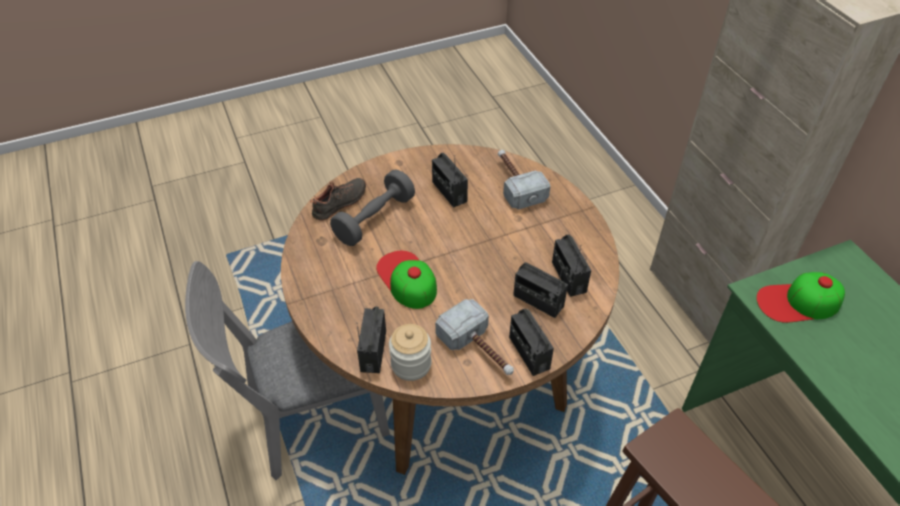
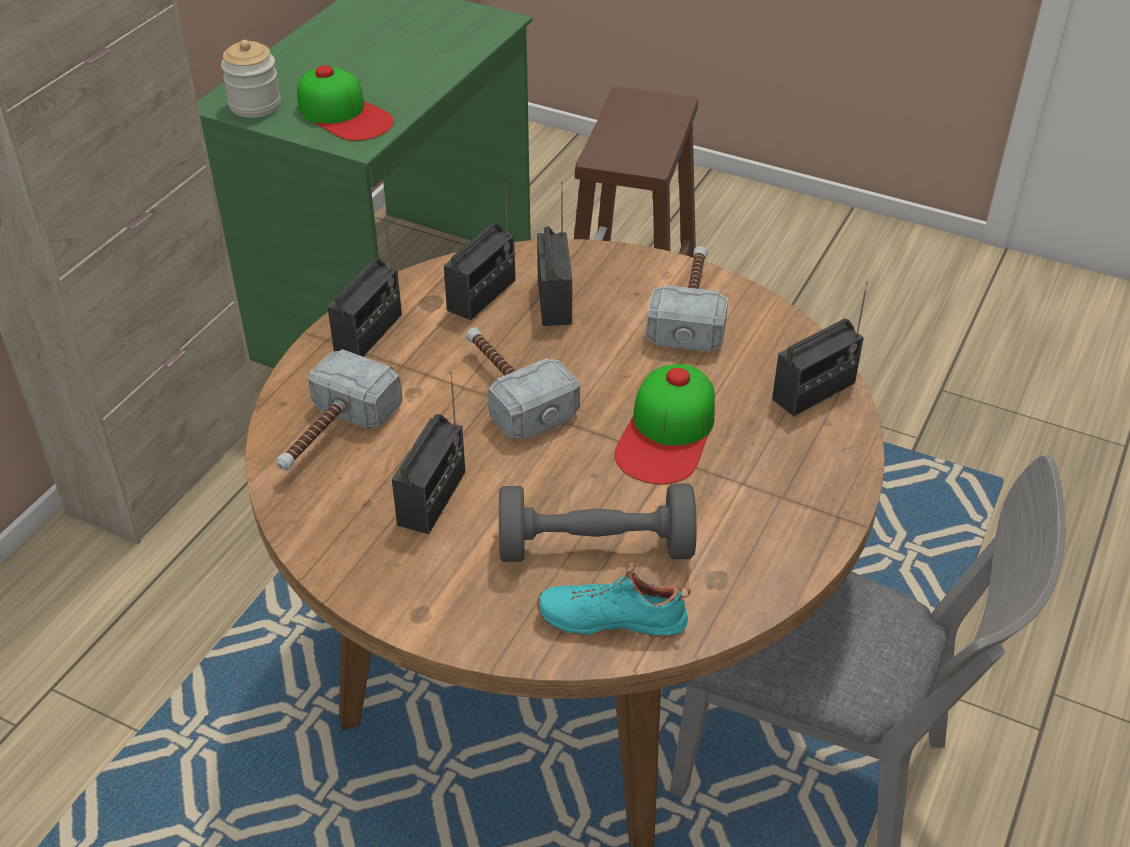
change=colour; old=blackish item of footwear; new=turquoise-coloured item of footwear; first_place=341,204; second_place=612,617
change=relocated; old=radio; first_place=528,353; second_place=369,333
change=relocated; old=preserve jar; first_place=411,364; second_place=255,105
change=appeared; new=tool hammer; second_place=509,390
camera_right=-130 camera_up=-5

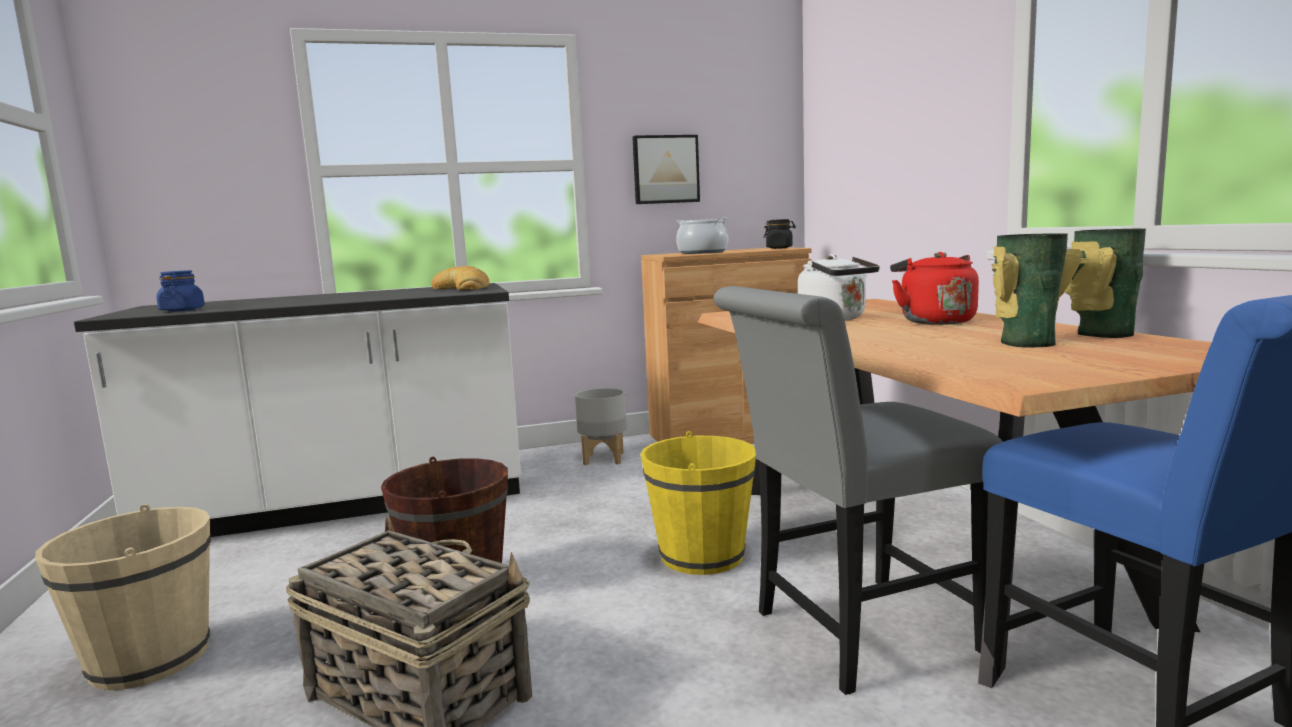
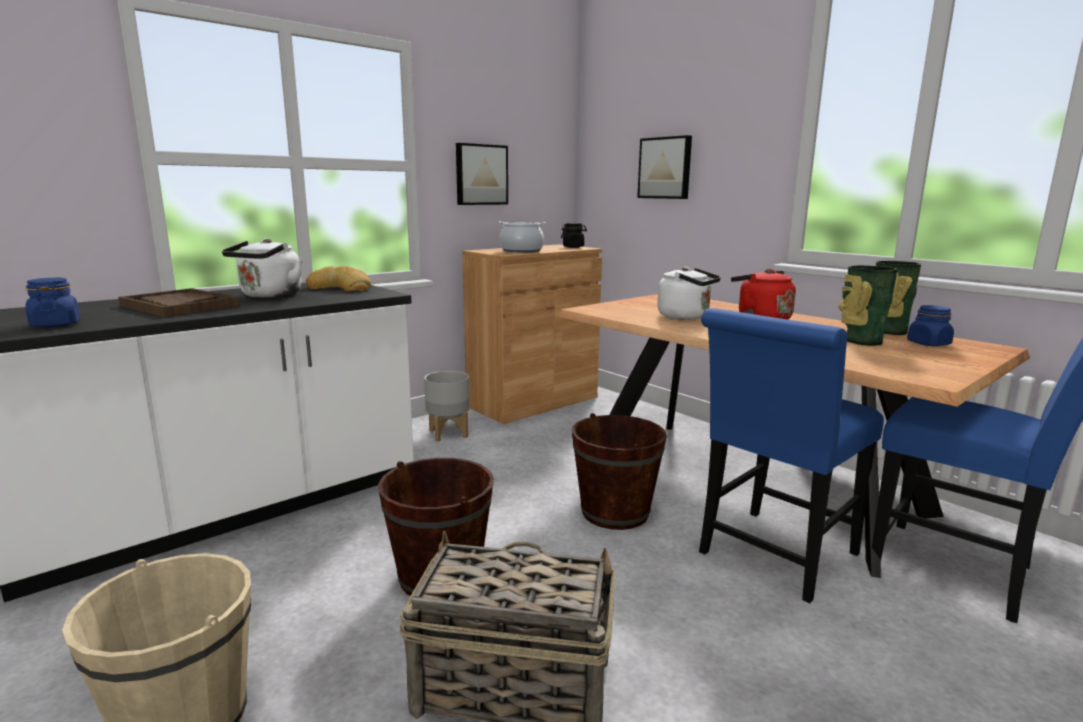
change=colour; old=greyish chair; new=blue chair; first_place=852,635; second_place=772,557
change=colour; old=yellow pail; new=brown pail; first_place=702,555; second_place=615,512
change=appeared; new=picture; second_place=665,168
change=appeared; new=white kettle; second_place=269,296
change=appeared; new=brown carrying tray; second_place=179,305
change=appeared; new=blue preserve jar; second_place=928,344
camera_right=-25 camera_up=5

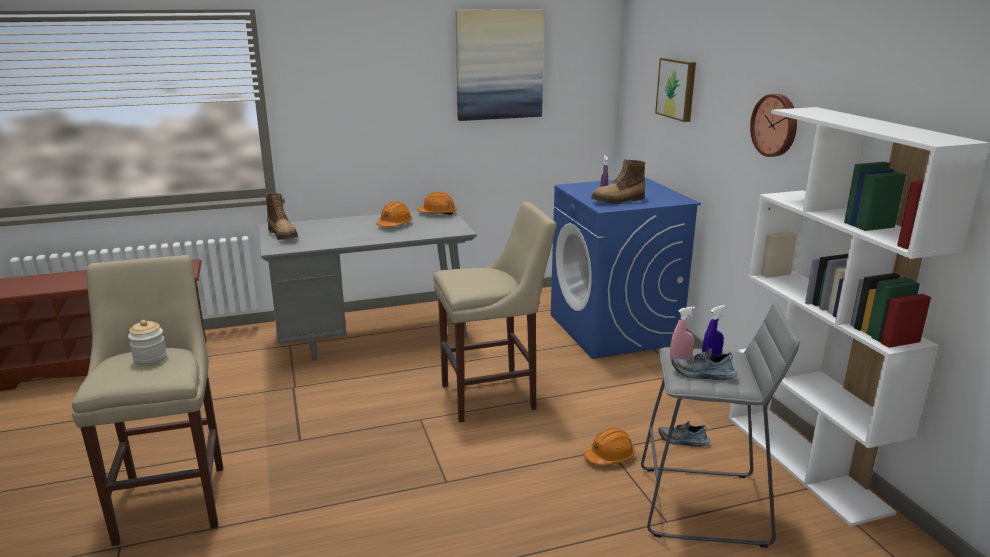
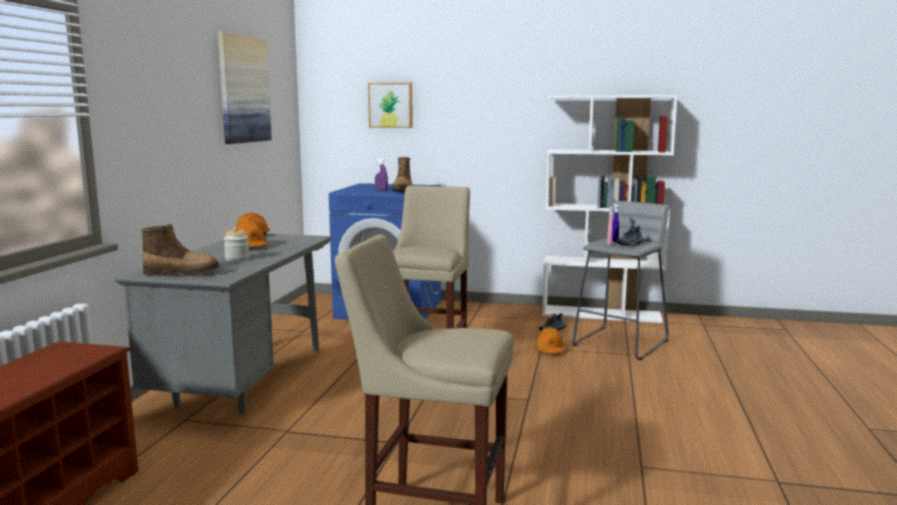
change=missing; old=wall clock; first_place=776,125
change=relocated; old=preserve jar; first_place=150,358; second_place=237,259
camera_right=-60 camera_up=-10

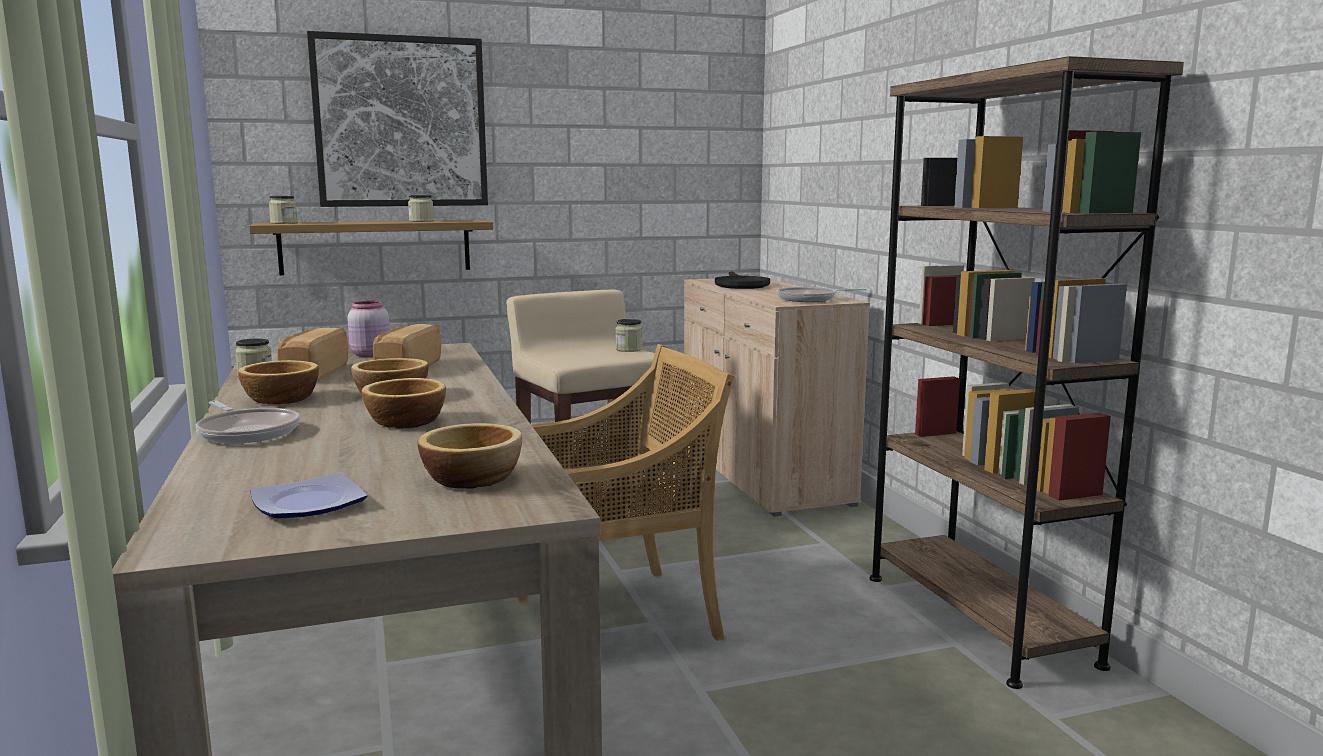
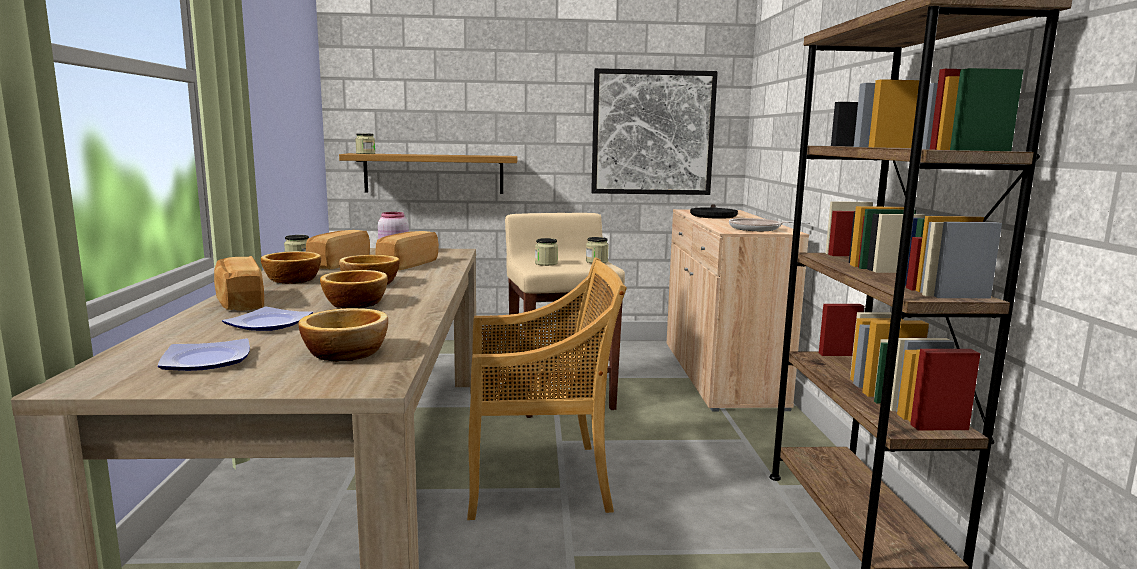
change=relocated; old=picture; first_place=401,122; second_place=652,133
change=relocated; old=preserve jar; first_place=421,221; second_place=546,263
change=exchanged; old=frying pan; new=baked bread; first_place=247,432; second_place=239,302
change=appeared; new=dinner plate; second_place=269,323
camera_right=15 camera_up=0

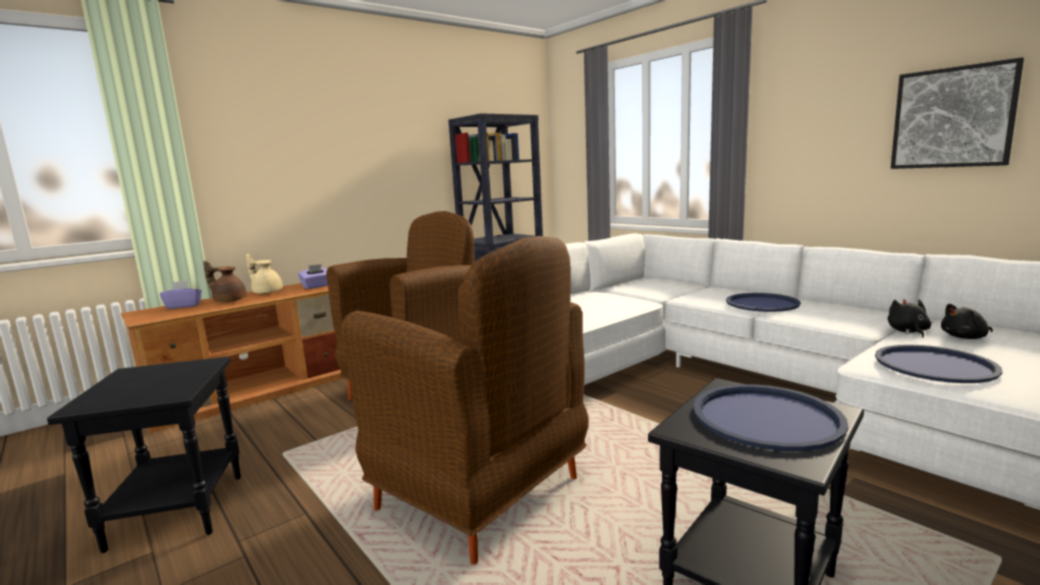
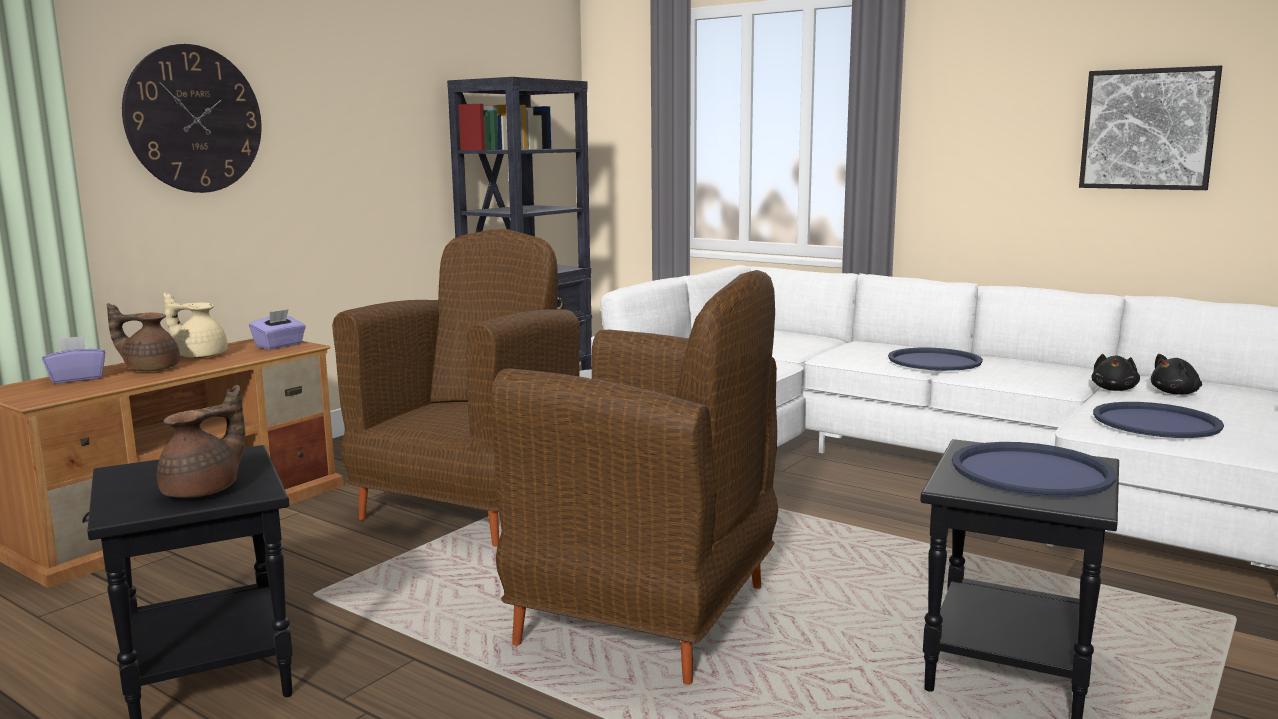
change=spun; old=blackish plush toy; first_place=908,332; second_place=1114,389; degrees=-150
change=appeared; new=wall clock; second_place=194,119
change=appeared; new=brown pot for tea; second_place=205,491
camera_right=-15 camera_up=0

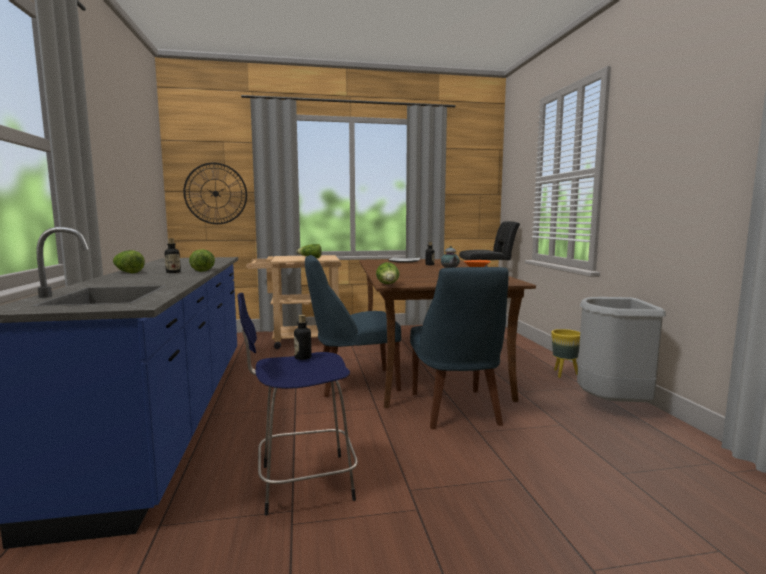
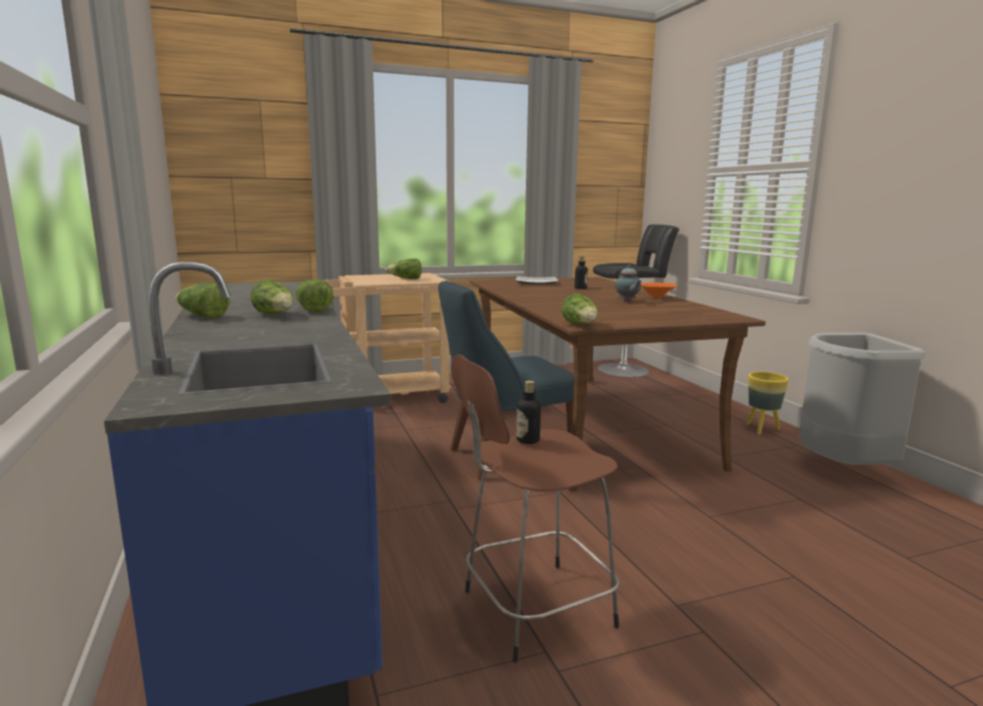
change=missing; old=wall clock; first_place=215,193
change=exchanged; old=bottle; new=head of lettuce; first_place=173,272; second_place=275,315
change=missing; old=blue chair; first_place=456,410
change=colour; old=blue stool seat; new=brown stool seat; first_place=302,483; second_place=533,610
camera_right=-10 camera_up=5

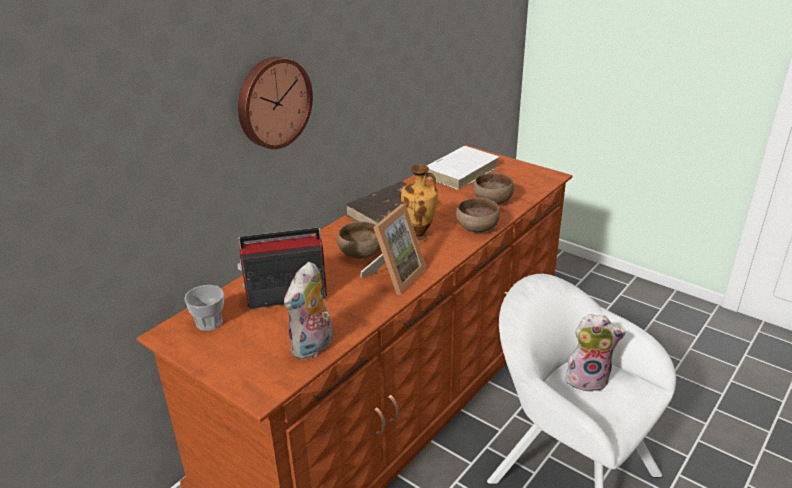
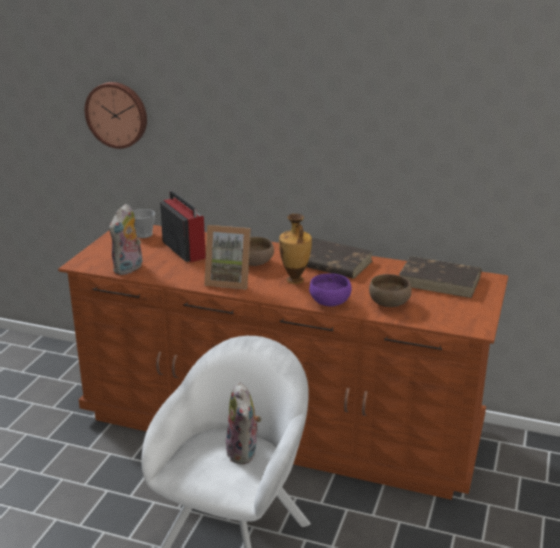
change=relocated; old=wall clock; first_place=272,102; second_place=117,114
change=colour; old=white volume; new=brown volume; first_place=460,171; second_place=440,280
change=colour; old=brown serving bowl; new=purplish serving bowl; first_place=476,228; second_place=329,302
change=spun; old=plush toy; first_place=313,348; second_place=129,269; degrees=-75
camera_right=70 camera_up=-5

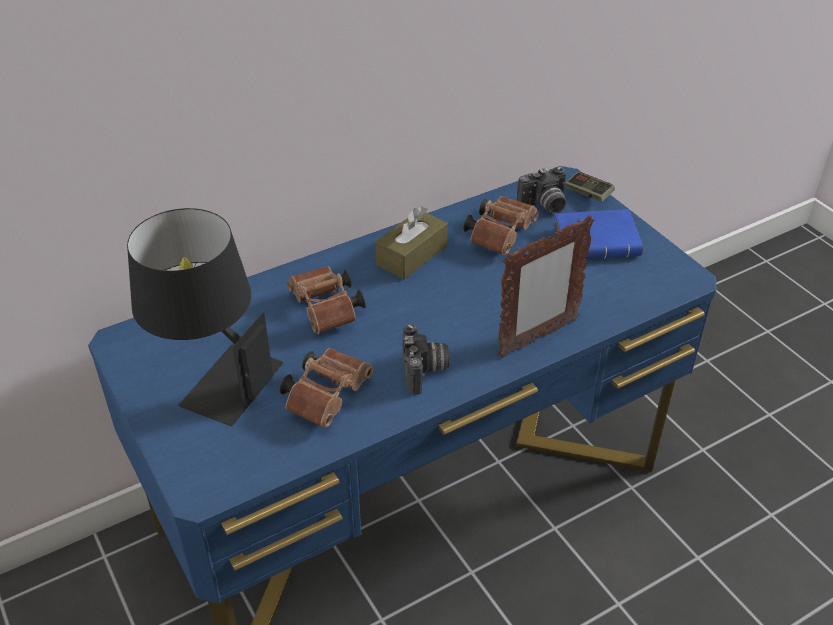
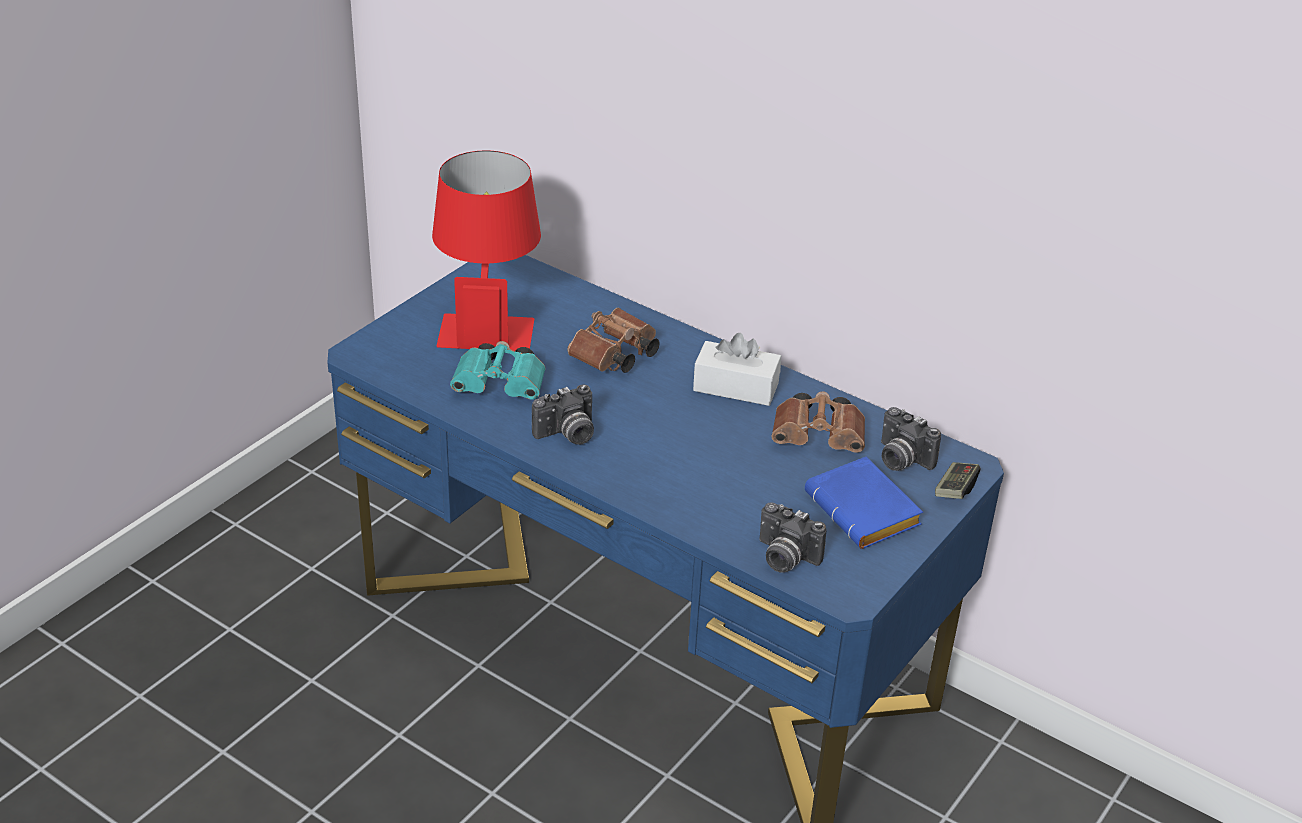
change=colour; old=brown tissue box; new=white tissue box; first_place=411,255; second_place=736,387
change=colour; old=blackish lamp for a table; new=reddish lamp for a table; first_place=213,377; second_place=487,320
change=missing; old=standing frame; first_place=537,338
change=colour; old=brown binoculars; new=turquoise-coloured binoculars; first_place=328,395; second_place=502,387
change=appeared; new=still camera; second_place=784,558
camera_right=65 camera_up=-5

